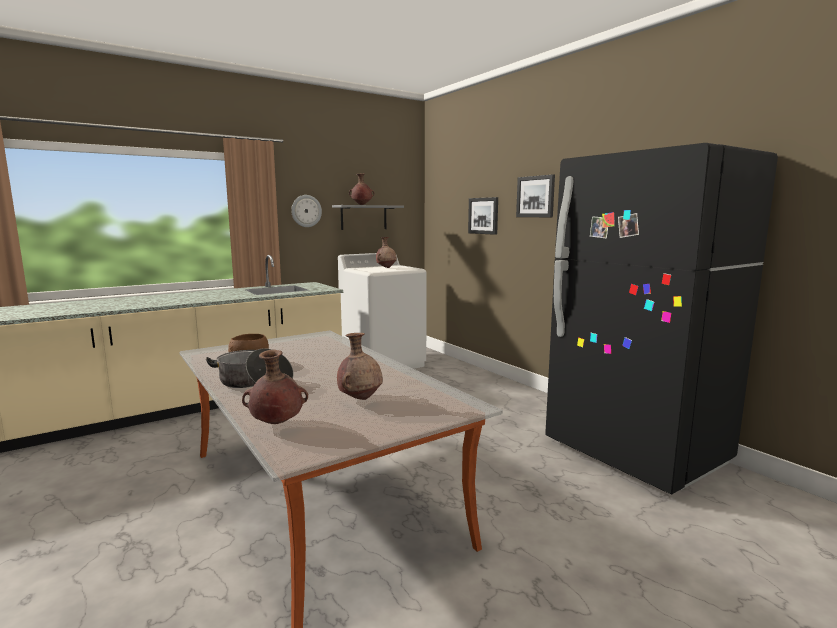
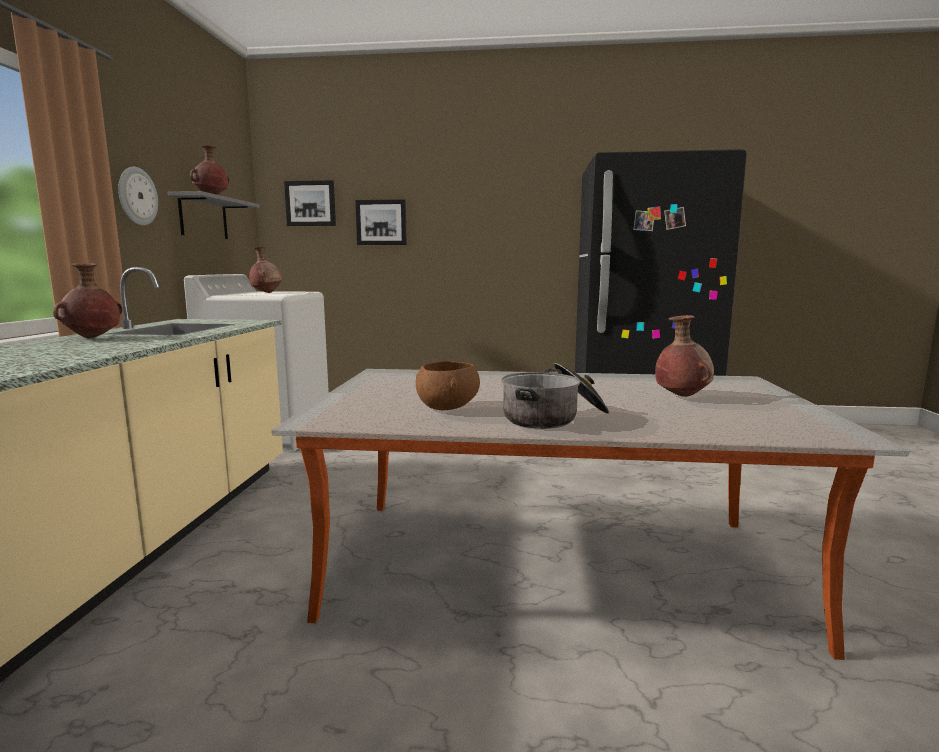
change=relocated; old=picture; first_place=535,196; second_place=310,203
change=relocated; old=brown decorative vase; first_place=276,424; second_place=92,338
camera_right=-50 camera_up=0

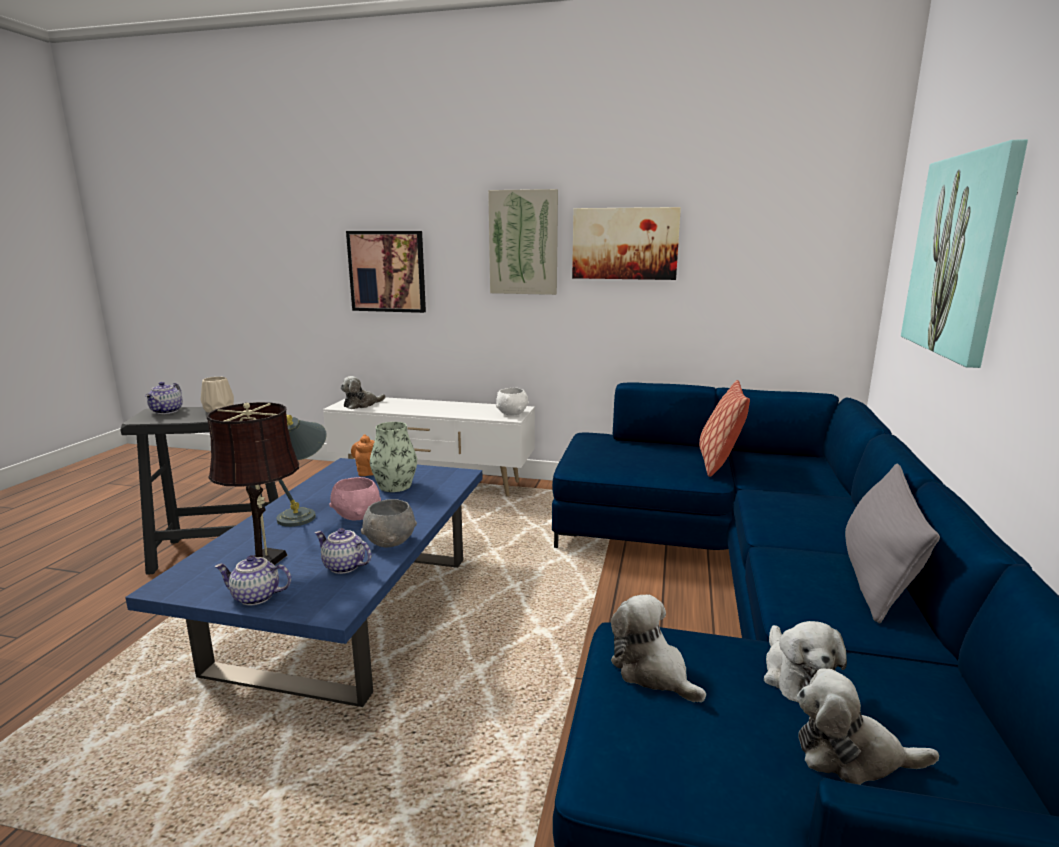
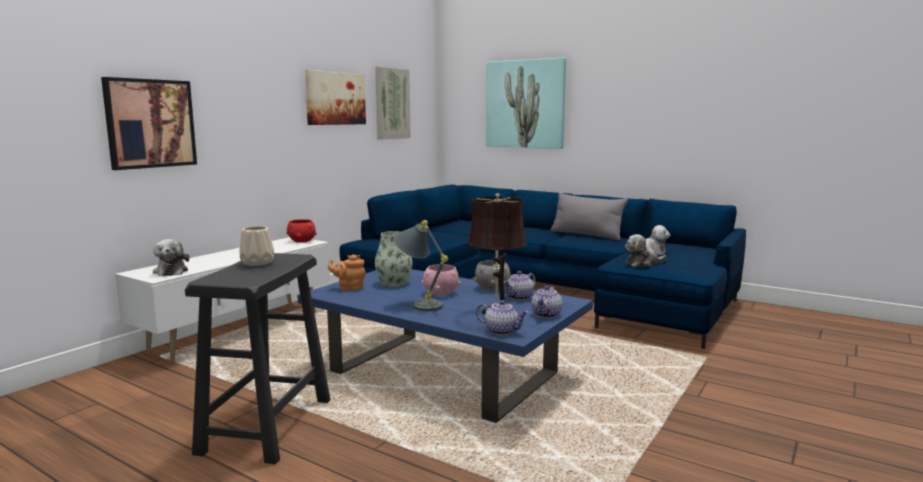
change=relocated; old=picture; first_place=523,242; second_place=391,103
change=missing; old=cushion; first_place=718,464
change=relocated; old=pot for tea; first_place=167,411; second_place=502,331
change=colour; old=white serving bowl; new=reddish serving bowl; first_place=512,413; second_place=302,241
change=missing; old=plush toy; first_place=851,755
camera_right=-70 camera_up=-5

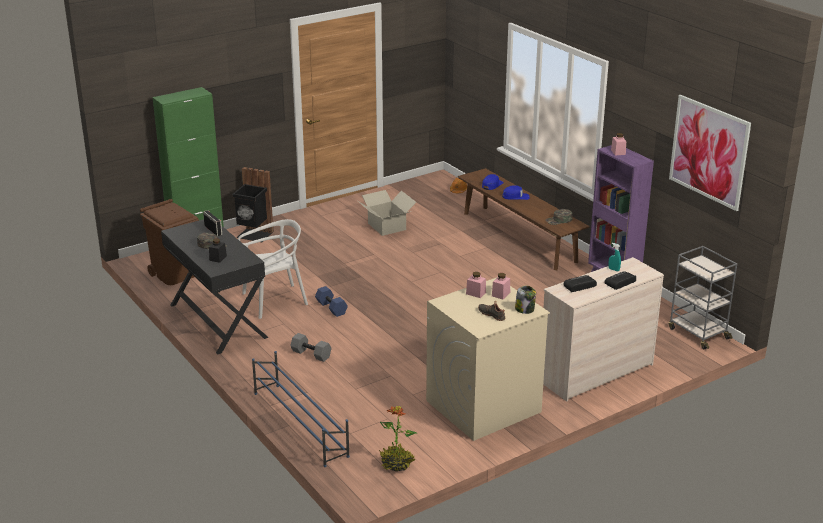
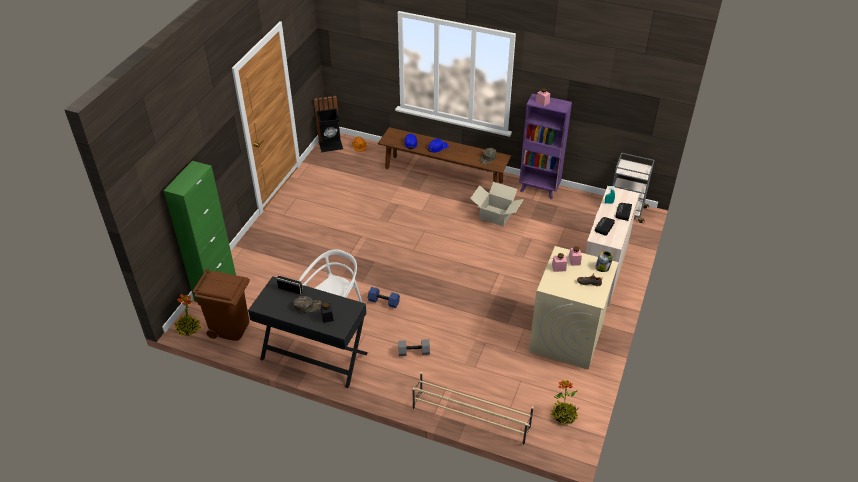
change=missing; old=picture; first_place=709,152
change=relocated; old=blackish waste bin; first_place=254,235; second_place=331,145
change=relocated; old=cardboard box; first_place=387,226; second_place=495,215
change=colour; old=blue shoe stand; new=beige shoe stand; first_place=300,423; second_place=470,418
change=appeared; new=potted plant; second_place=188,329
camera_right=-35 camera_up=15

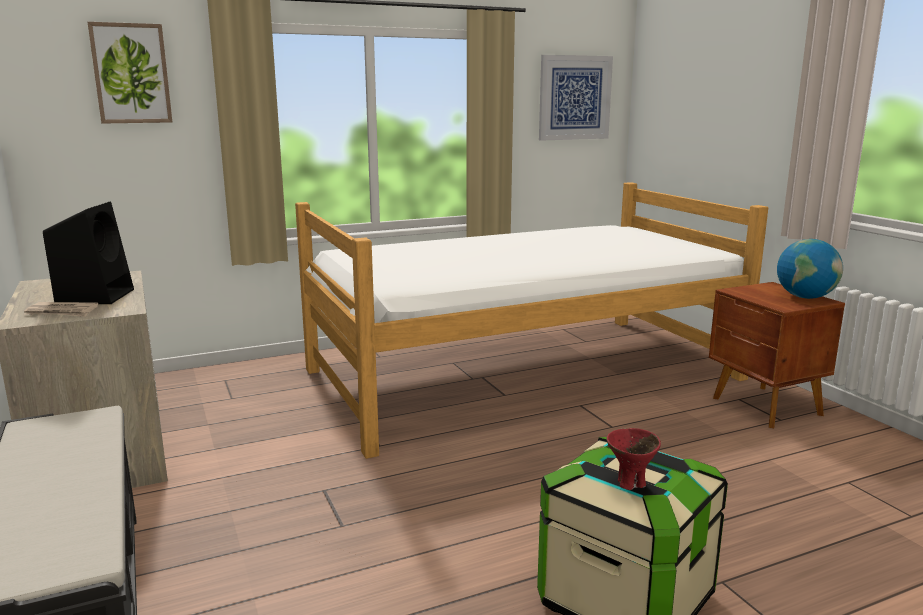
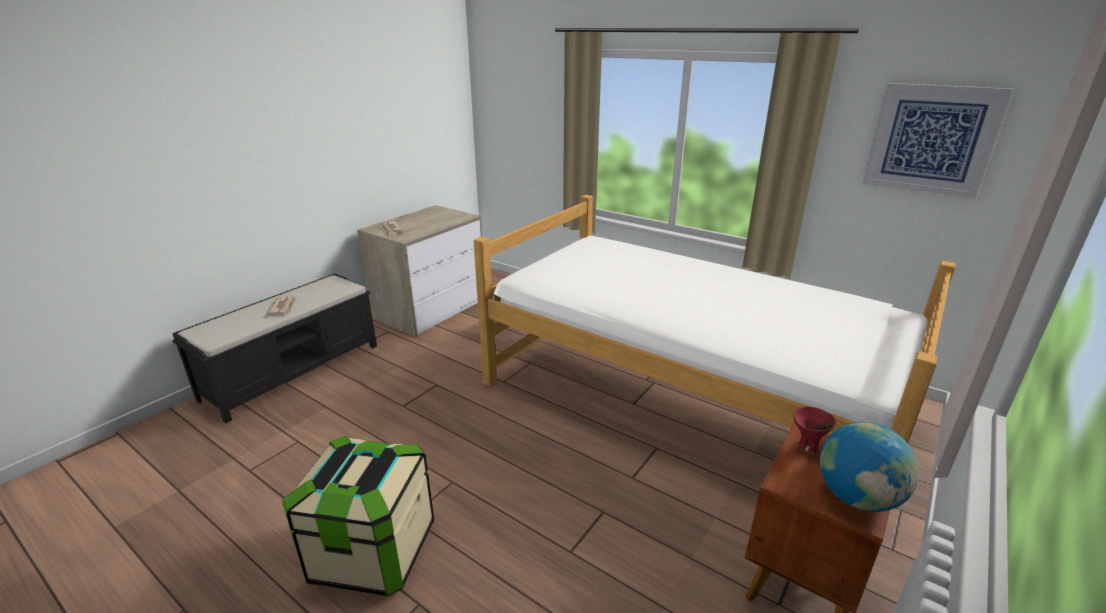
change=missing; old=picture; first_place=131,73
change=missing; old=blackish audio speaker; first_place=96,296
change=relocated; old=reddish serving bowl; first_place=631,484; second_place=807,447
change=appeared; new=newspaper; second_place=283,307
camera_right=60 camera_up=10

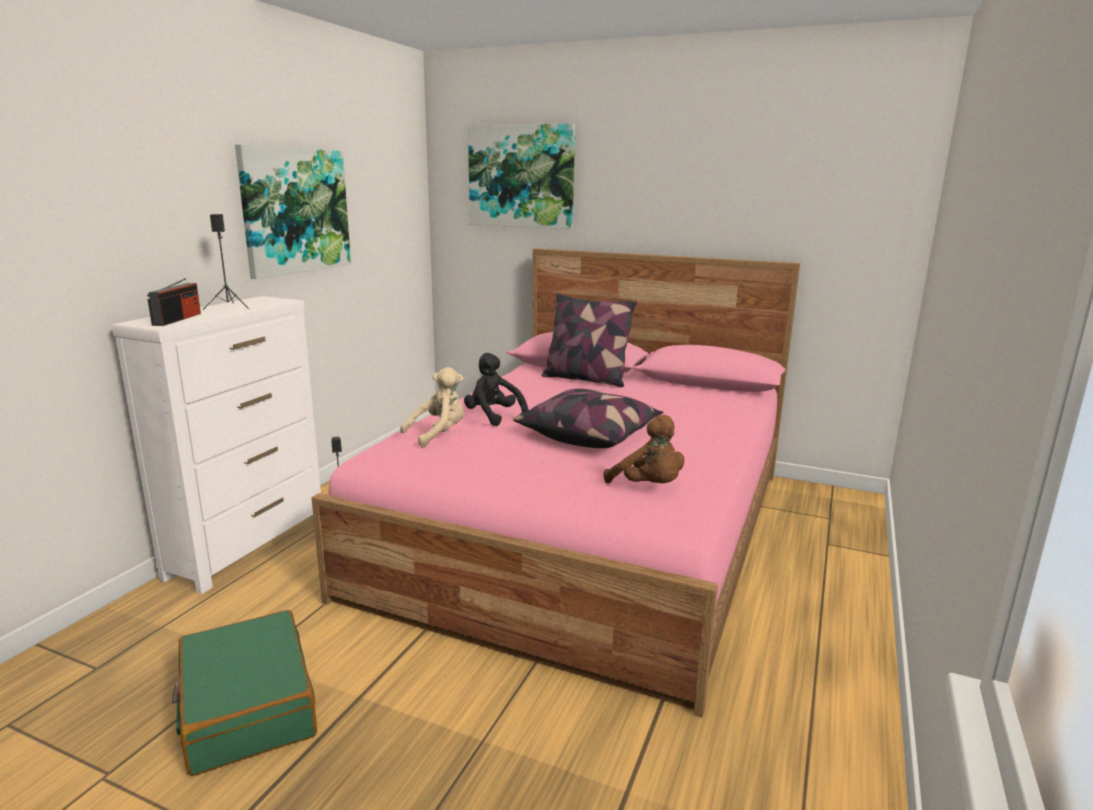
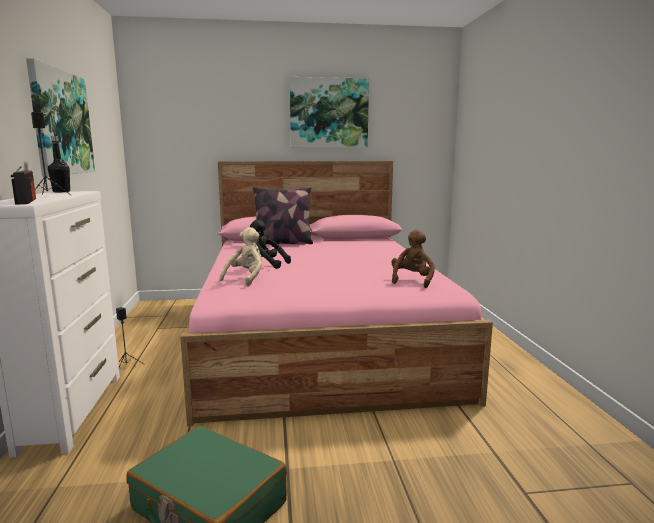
change=relocated; old=picture; first_place=521,176; second_place=329,113
change=missing; old=cushion; first_place=589,436
change=spun; old=brown plush toy; first_place=648,487; second_place=412,280; degrees=-90
change=appeared; new=blackish bottle; second_place=61,191
camera_right=-30 camera_up=-5

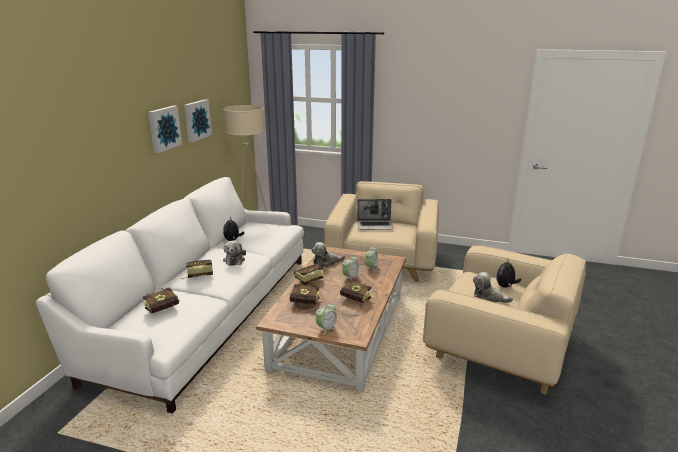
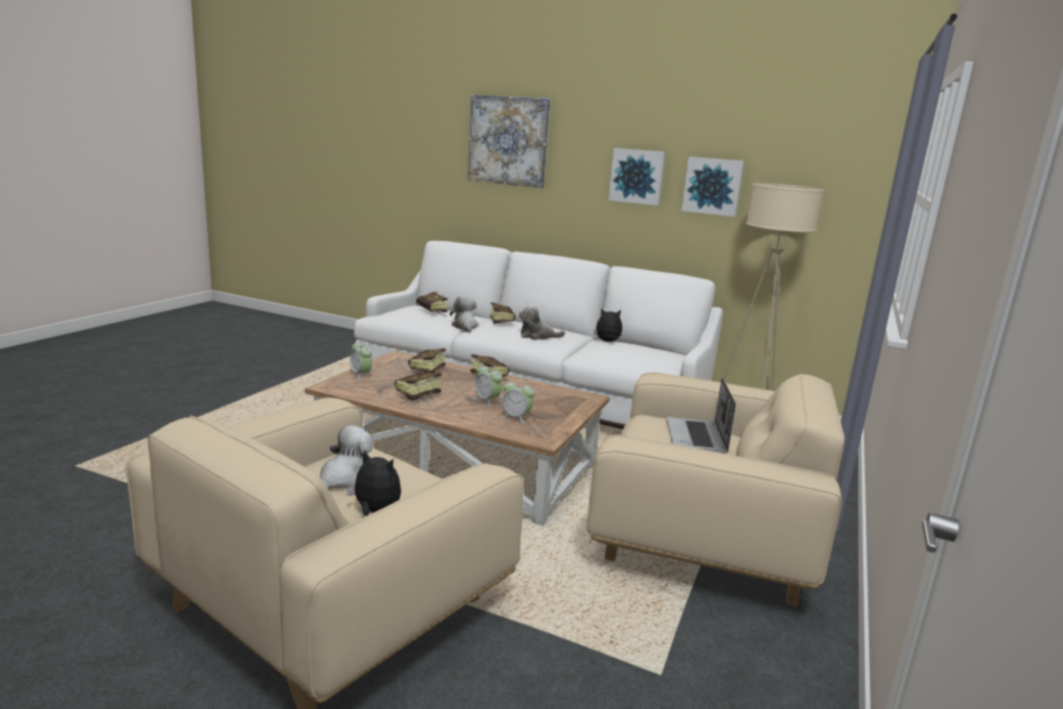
change=relocated; old=plush toy; first_place=326,262; second_place=465,326
change=appeared; new=picture; second_place=508,141
camera_right=95 camera_up=-5

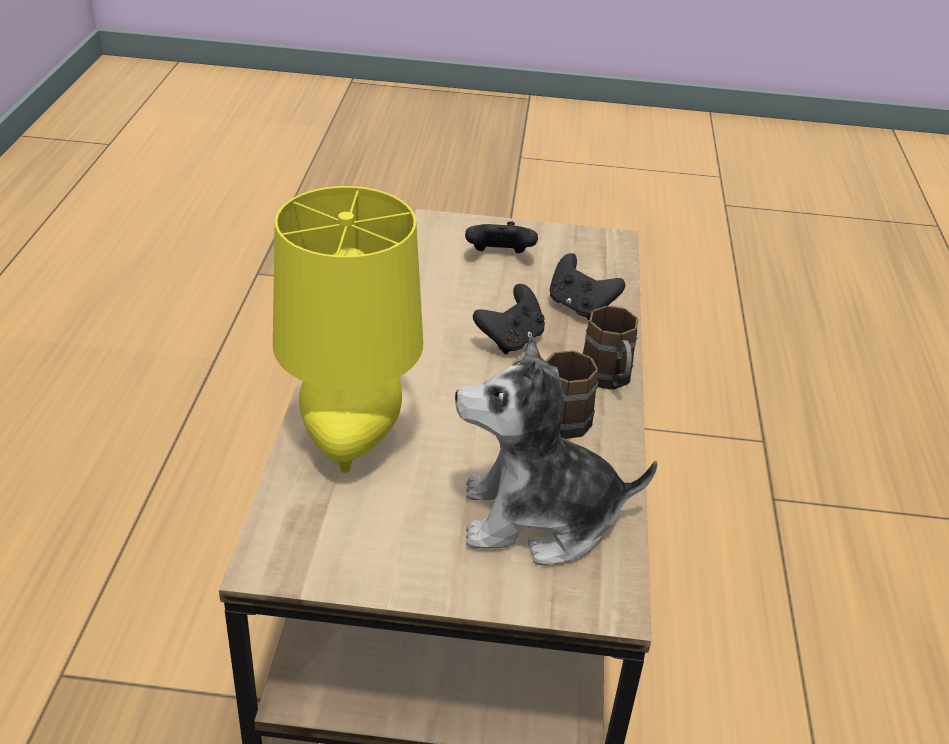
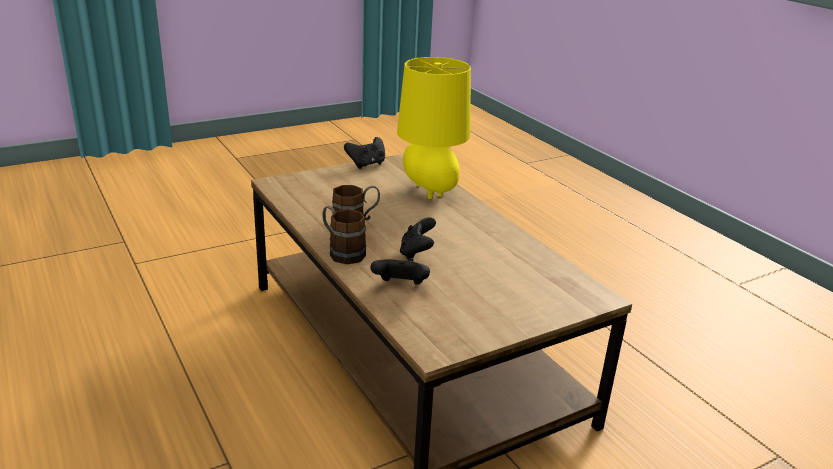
change=relocated; old=blackish joypad; first_place=499,257; second_place=366,164
change=missing; old=plush toy; first_place=538,519
camera_right=145 camera_up=-10

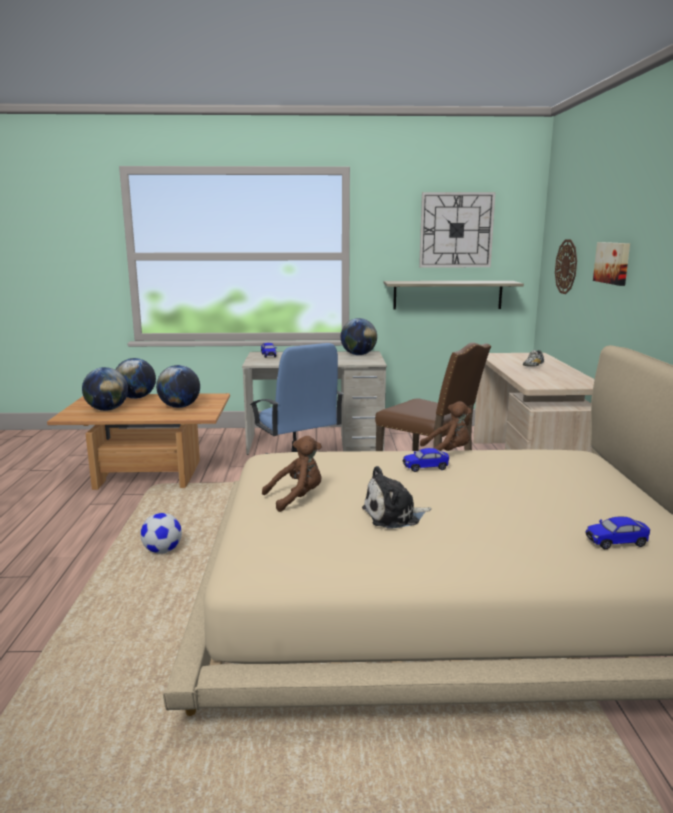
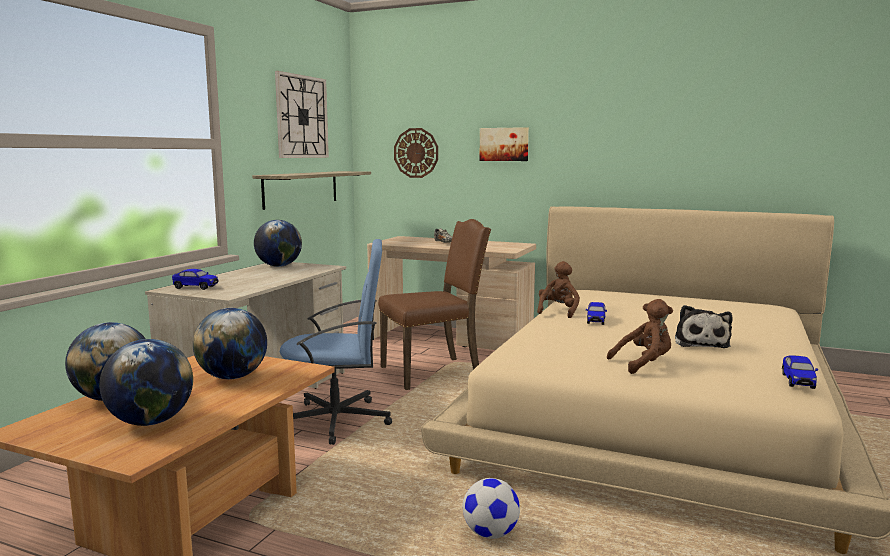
change=spun; old=brown plush toy; first_place=297,498; second_place=644,364; degrees=75
change=relocated; old=toy car; first_place=616,542; second_place=798,381
camera_right=-65 camera_up=-5

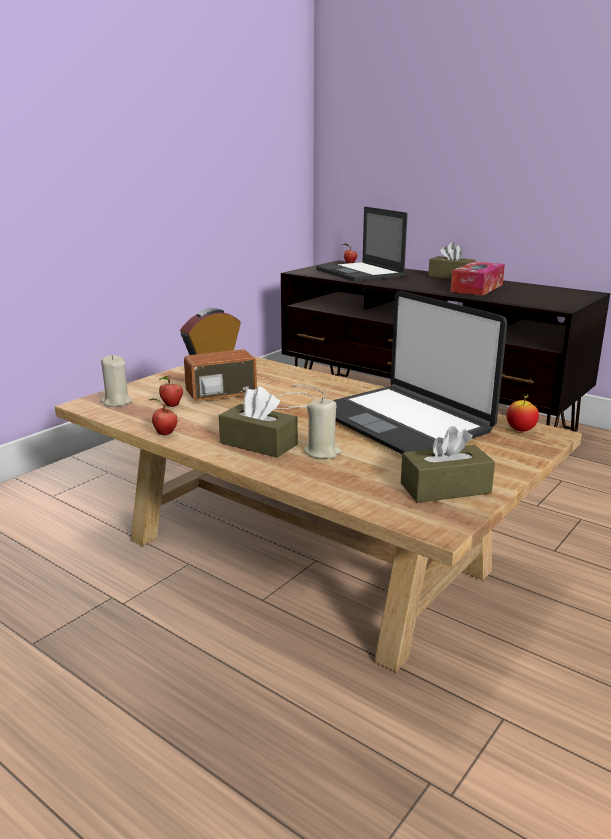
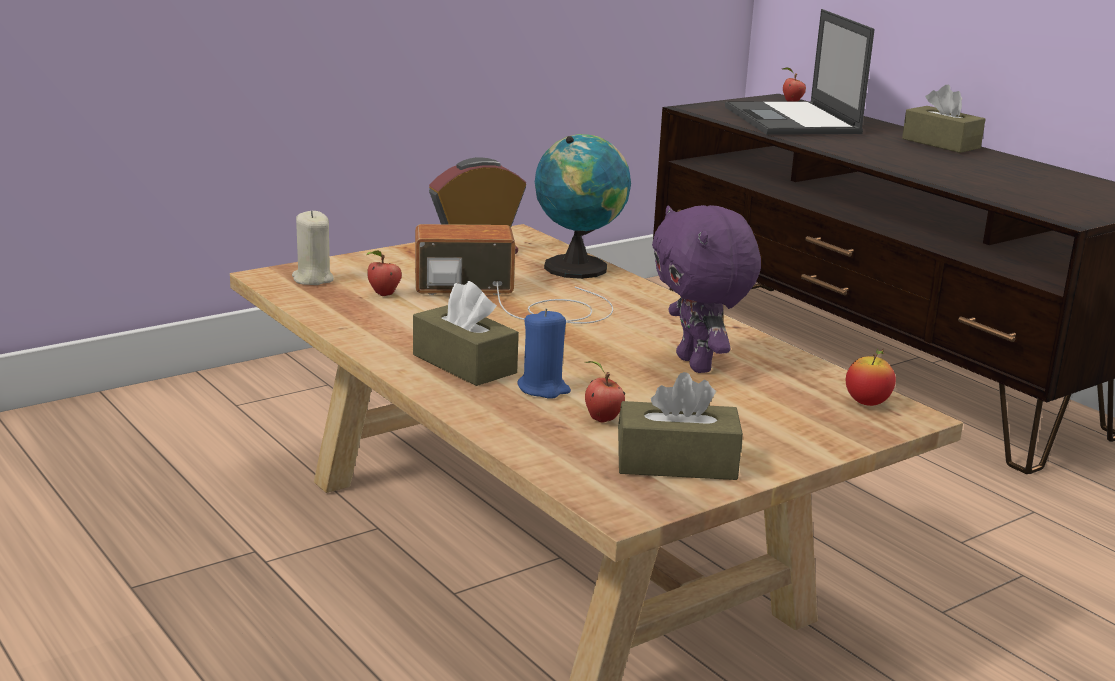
change=missing; old=tissue box; first_place=477,288
change=exchanged; old=laptop; new=purplish plush toy; first_place=403,422; second_place=697,364
change=colour; old=beige candle; new=blue candle; first_place=322,452; second_place=543,389
change=relocated; old=apple fruit; first_place=164,433; second_place=601,419
change=appeared; new=globe; second_place=579,267
camera_right=15 camera_up=0

